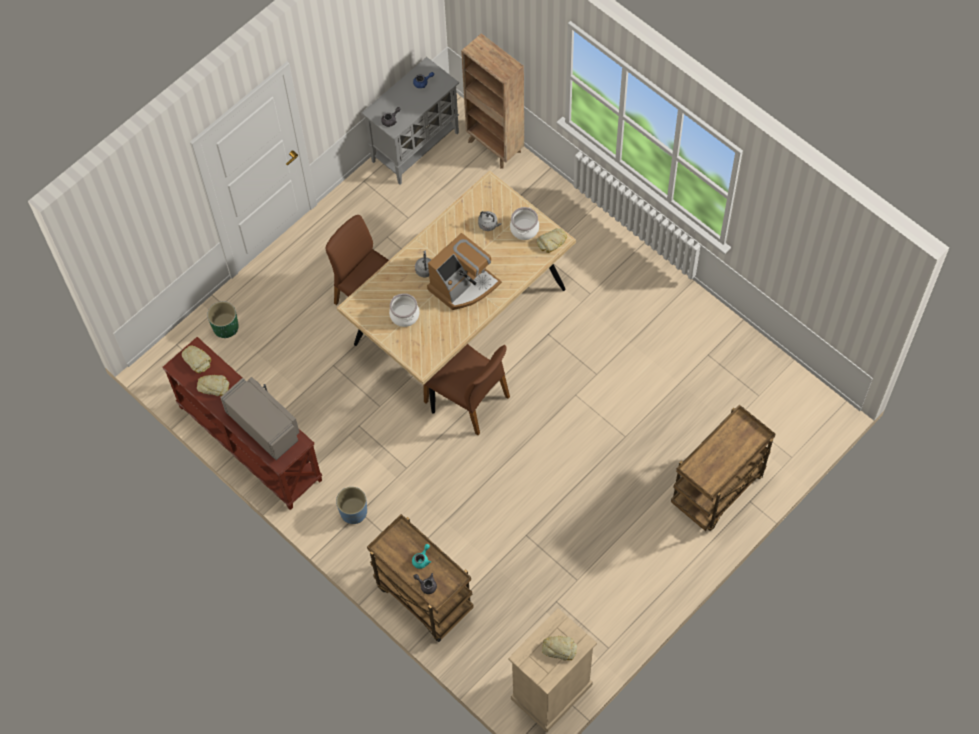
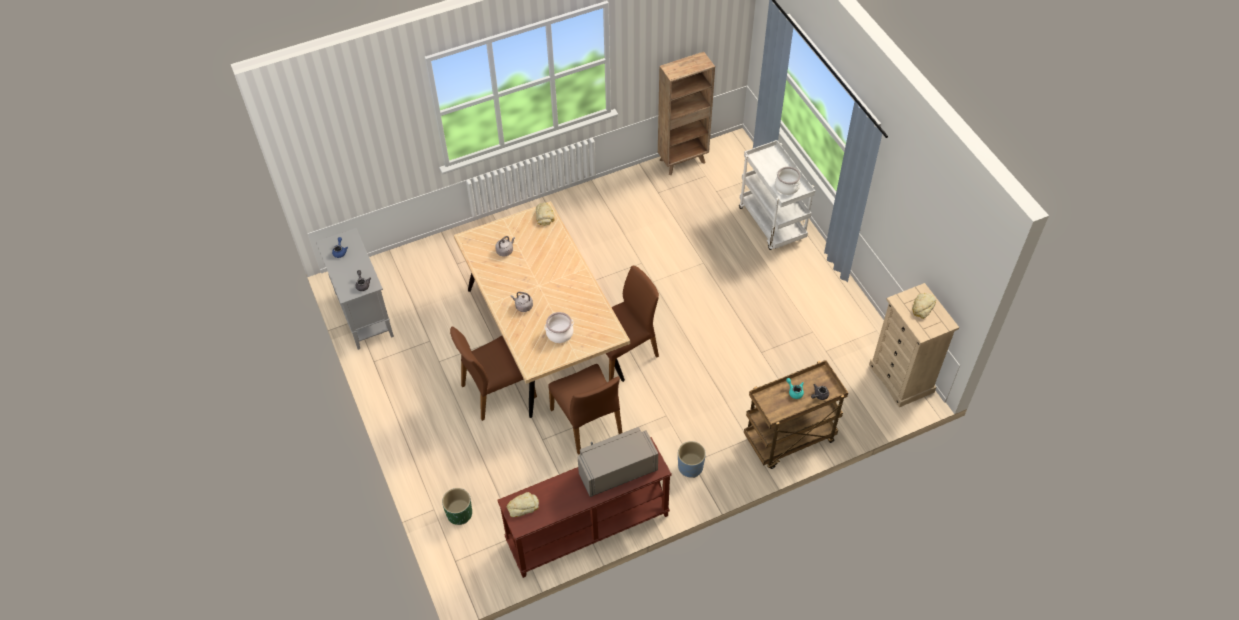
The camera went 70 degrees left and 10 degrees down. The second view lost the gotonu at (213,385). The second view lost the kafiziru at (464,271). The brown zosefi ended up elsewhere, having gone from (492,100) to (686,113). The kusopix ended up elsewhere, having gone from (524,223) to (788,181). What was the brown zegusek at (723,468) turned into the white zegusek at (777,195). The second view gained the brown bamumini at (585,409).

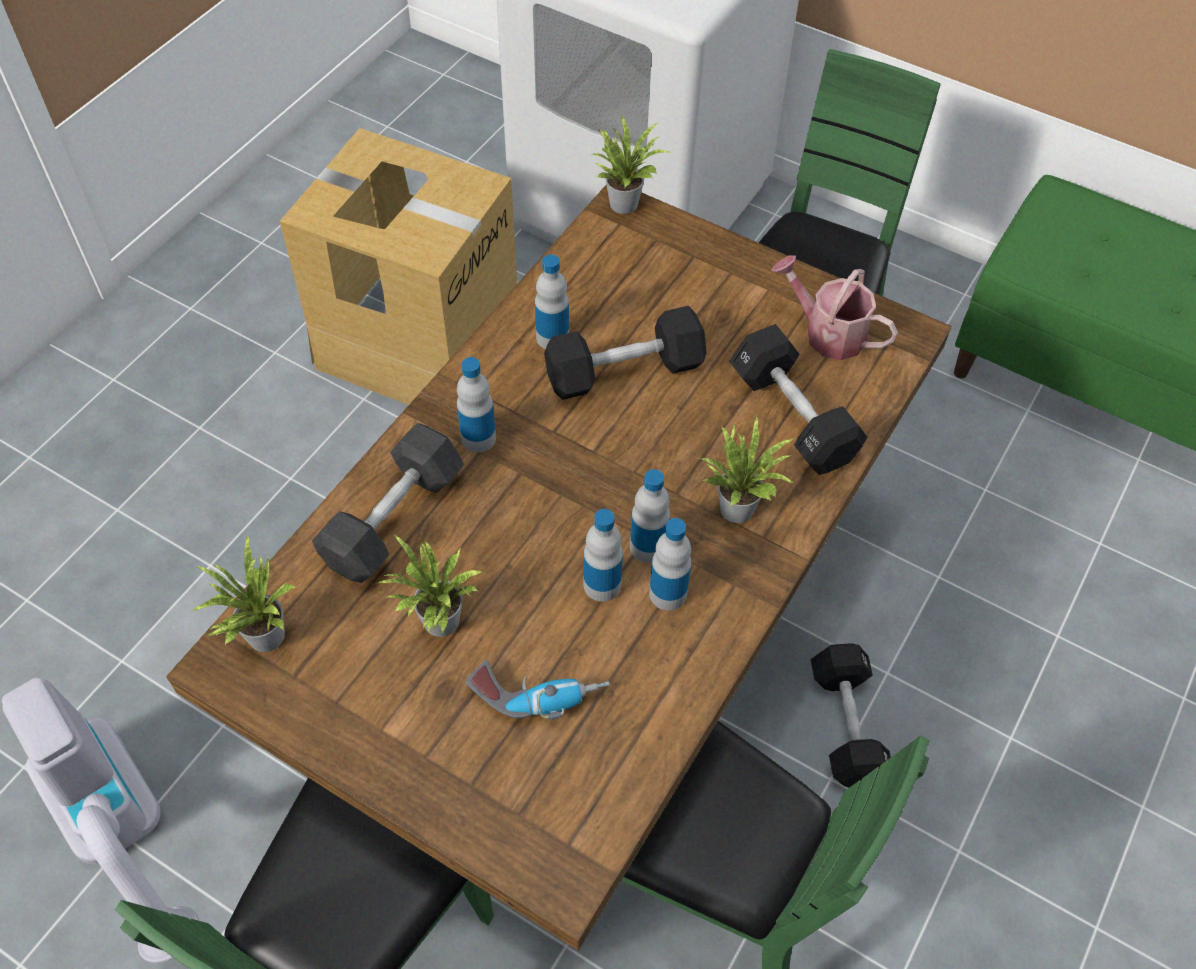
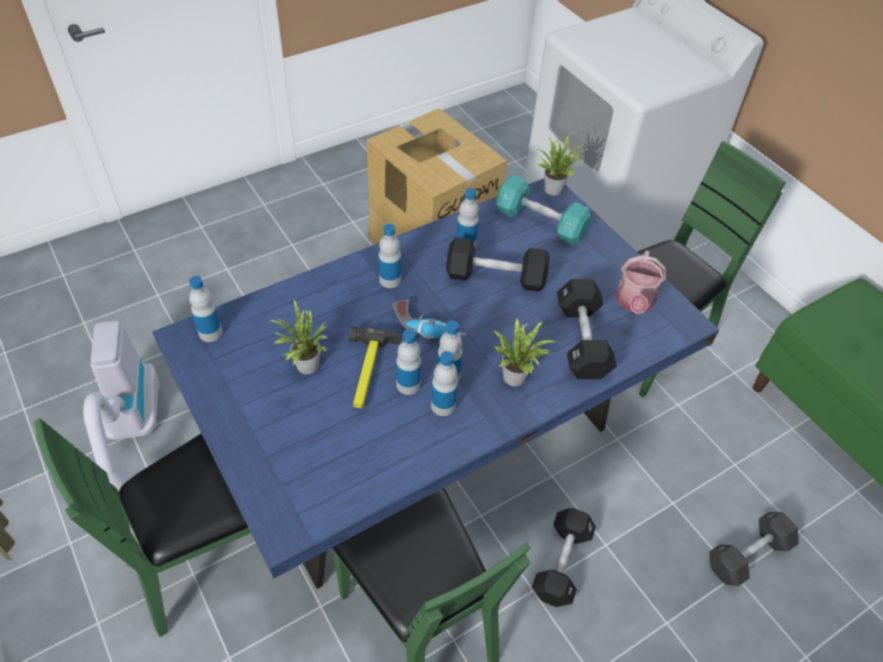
The camera went 25 degrees right and 5 degrees down. What was the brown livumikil at (559,568) turned into the blue livumikil at (436,383). Where the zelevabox stood at (244,593), the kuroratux came to stand at (206,309). The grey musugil ended up elsewhere, having gone from (388,503) to (754,549). The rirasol ended up elsewhere, having gone from (538,690) to (429,319). The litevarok at (835,307) ended up facing another way, 135 degrees counterclockwise from before. The second view gained the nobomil at (376,368). The second view gained the turquoise musugil at (543,210).

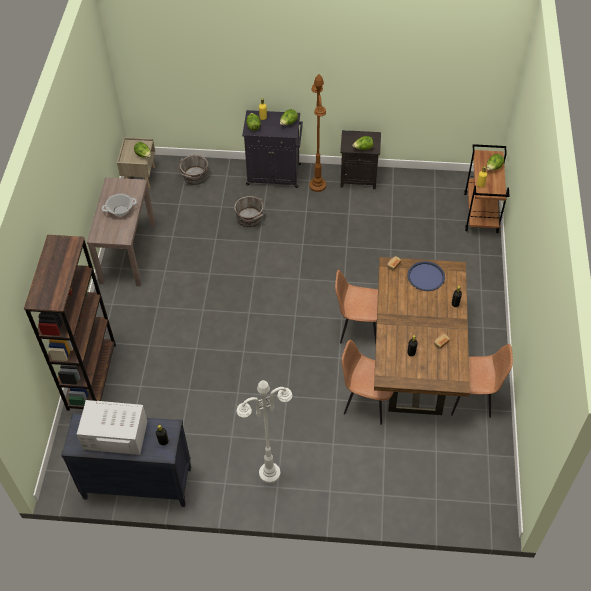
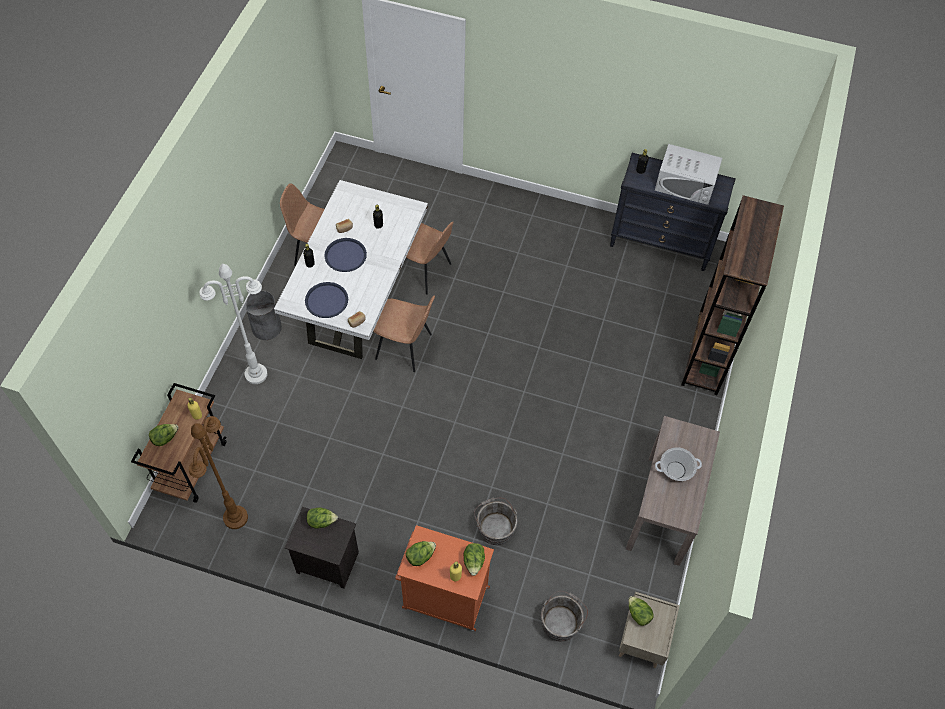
The camera went 170 degrees left and 5 degrees up. The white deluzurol ended up elsewhere, having gone from (264,431) to (233,324). What was the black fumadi at (272,149) turned into the orange fumadi at (444,578). The brown deluzurol ended up elsewhere, having gone from (317,133) to (218,472). What was the brown livumikil at (422,336) turned into the white livumikil at (351,269). The second view gained the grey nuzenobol at (263,315). The second view gained the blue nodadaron at (346,255).

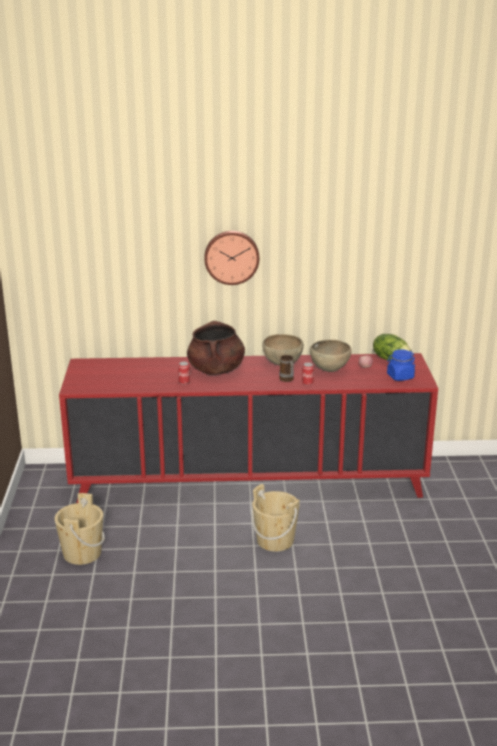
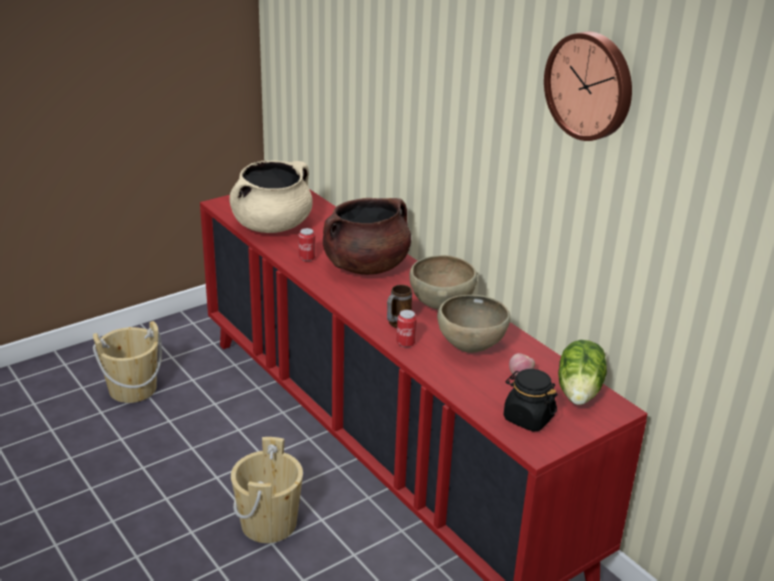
The camera went 55 degrees right and 5 degrees up. The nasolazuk ended up elsewhere, having gone from (231,258) to (588,86). What was the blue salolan at (401,365) turned into the black salolan at (531,400). The second view gained the beige kusopix at (271,197).

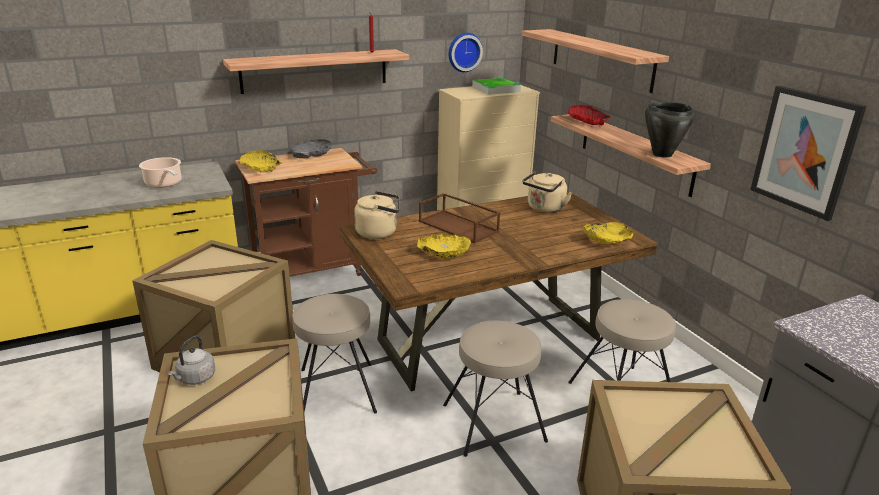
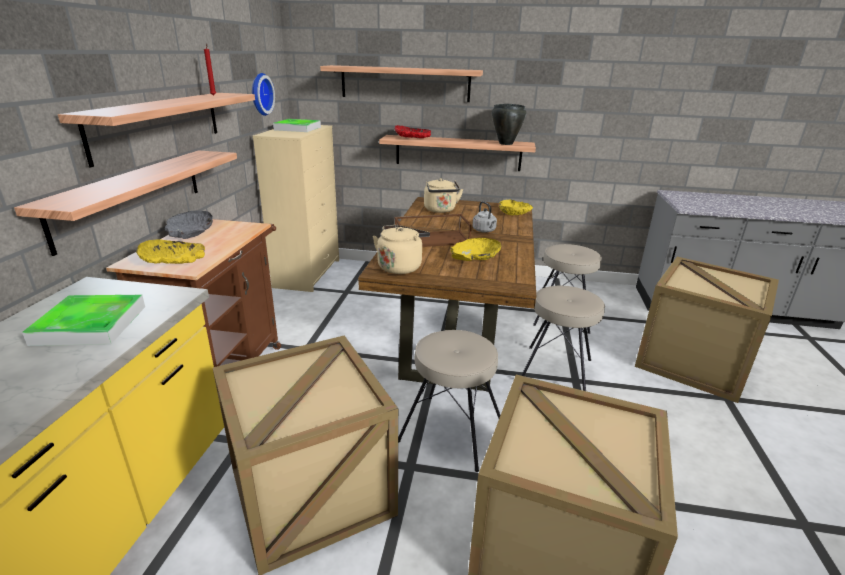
The camera went 55 degrees left and 0 degrees up. Where the kusopix stood at (160,172), the nodadaron came to stand at (83,320). The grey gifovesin ended up elsewhere, having gone from (191,360) to (485,216). The second view lost the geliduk at (808,153). The second view gained the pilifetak at (125,203).

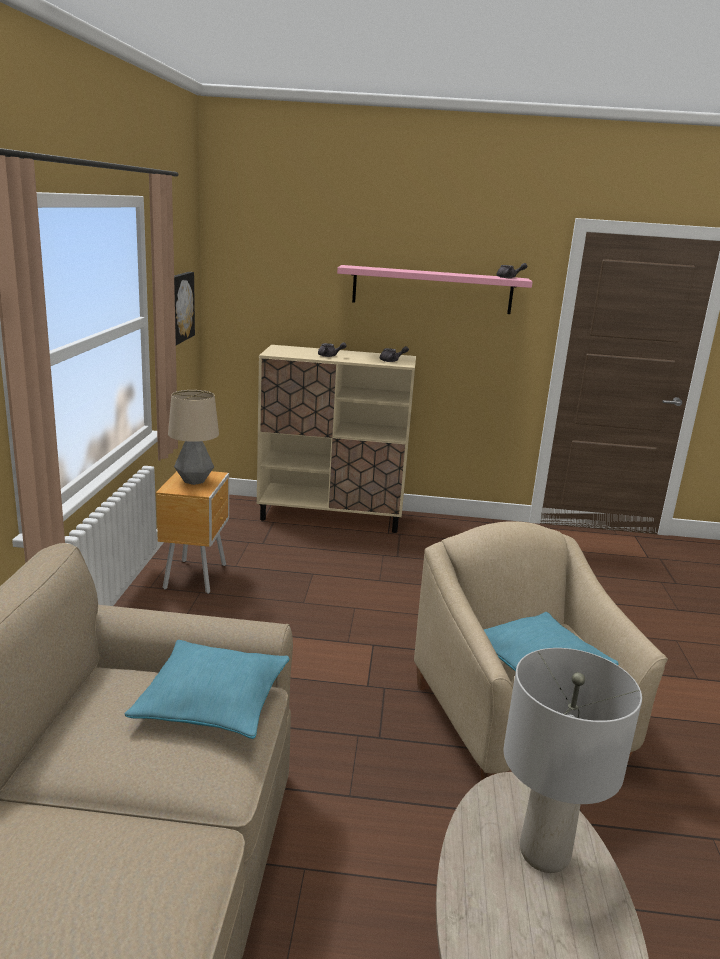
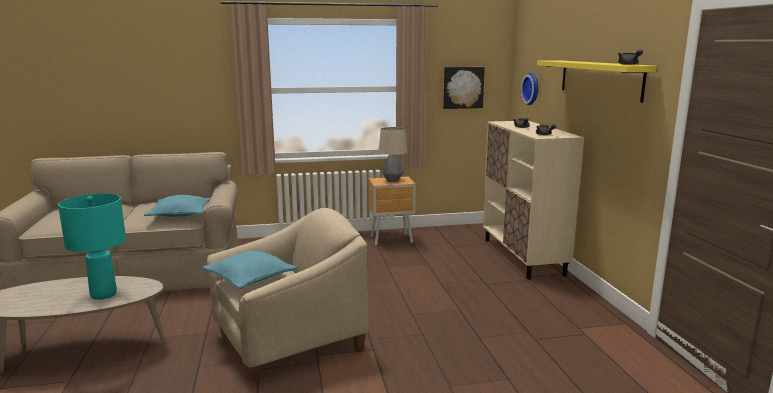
The camera went 75 degrees right and 5 degrees down. What was the pink pilifetak at (434,289) turned into the yellow pilifetak at (596,81). What was the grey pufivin at (572,760) turned into the turquoise pufivin at (92,247). The second view gained the nasolazuk at (529,89).

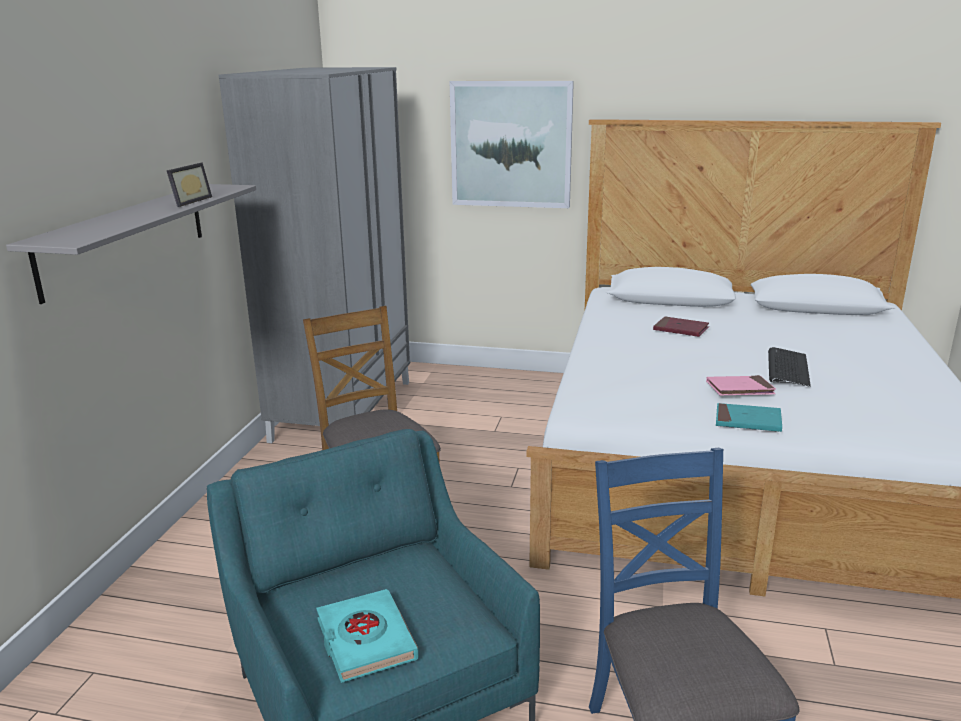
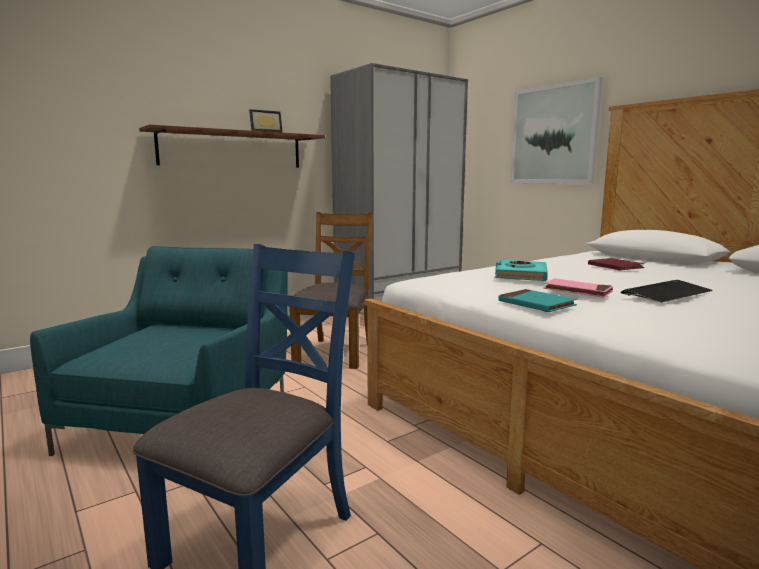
The camera went 40 degrees right and 10 degrees down. What was the grey pilifetak at (131,244) turned into the brown pilifetak at (232,146). The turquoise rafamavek ended up elsewhere, having gone from (367,636) to (521,270).

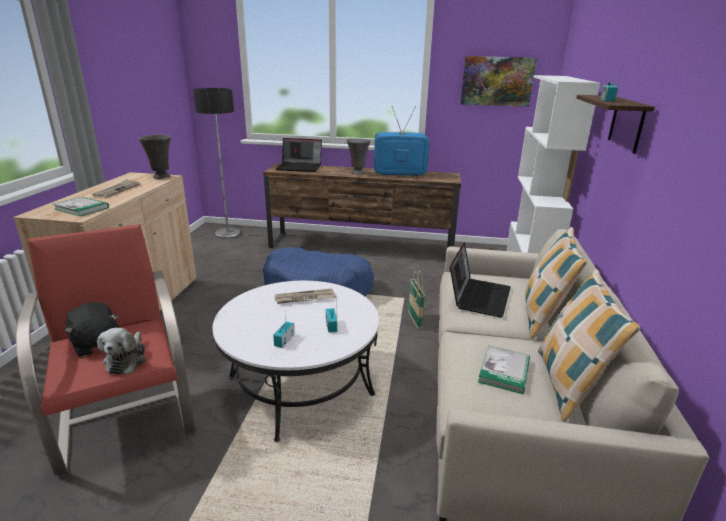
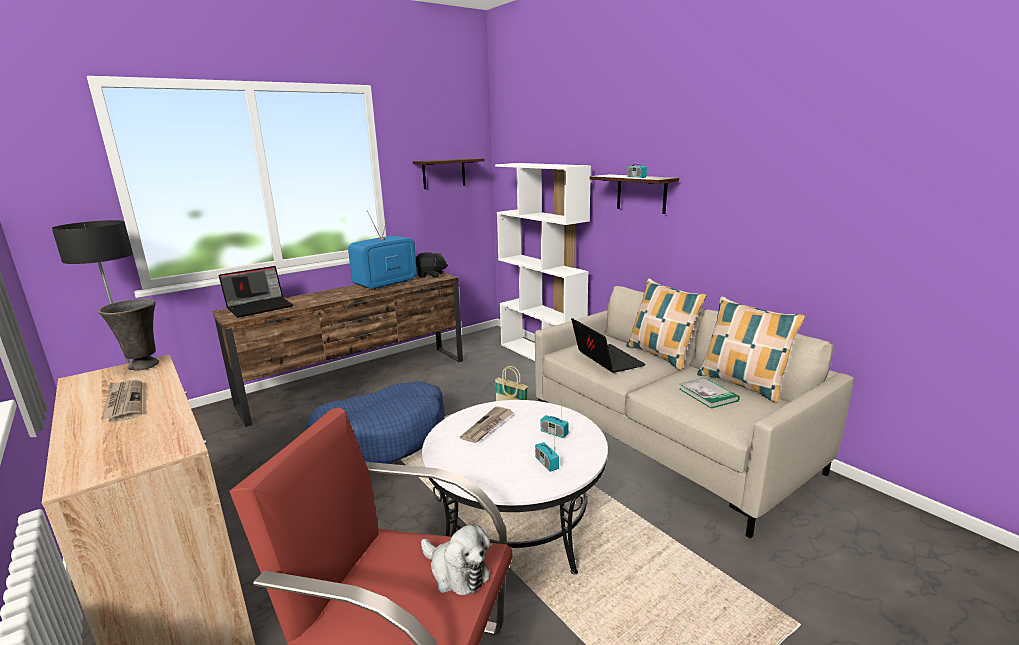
The camera went 45 degrees left and 5 degrees down. The second view lost the rafamavek at (81,206). The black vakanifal ended up elsewhere, having gone from (91,330) to (432,265). The second view lost the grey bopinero at (358,156). Where the geliduk hung at (499,81), the pilifetak came to hang at (449,173).

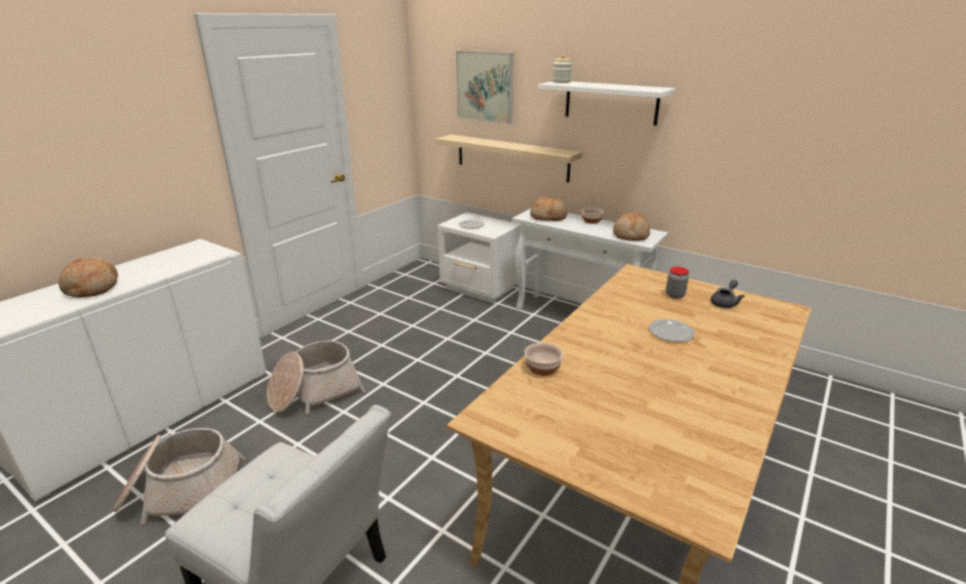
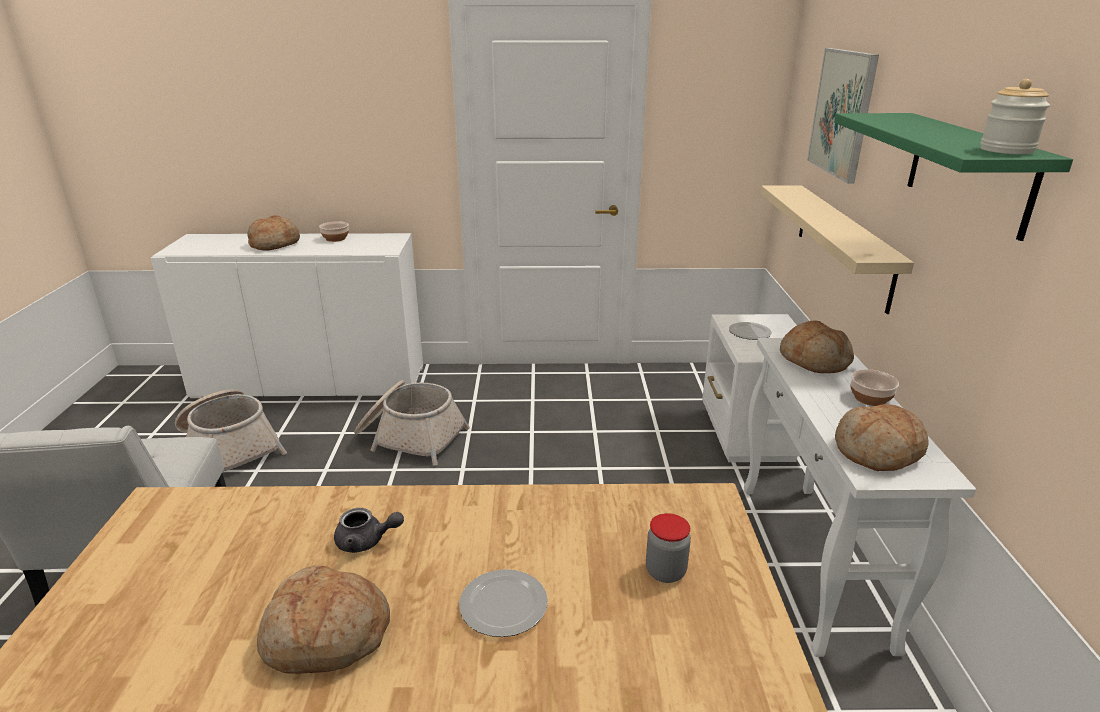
The camera went 55 degrees right and 0 degrees up. The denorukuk ended up elsewhere, having gone from (543,359) to (334,231). What was the white pilifetak at (607,103) turned into the green pilifetak at (953,177). The salolan ended up elsewhere, having gone from (562,69) to (1015,116). The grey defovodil ended up elsewhere, having gone from (728,294) to (369,530). The second view gained the gotonu at (323,619).

